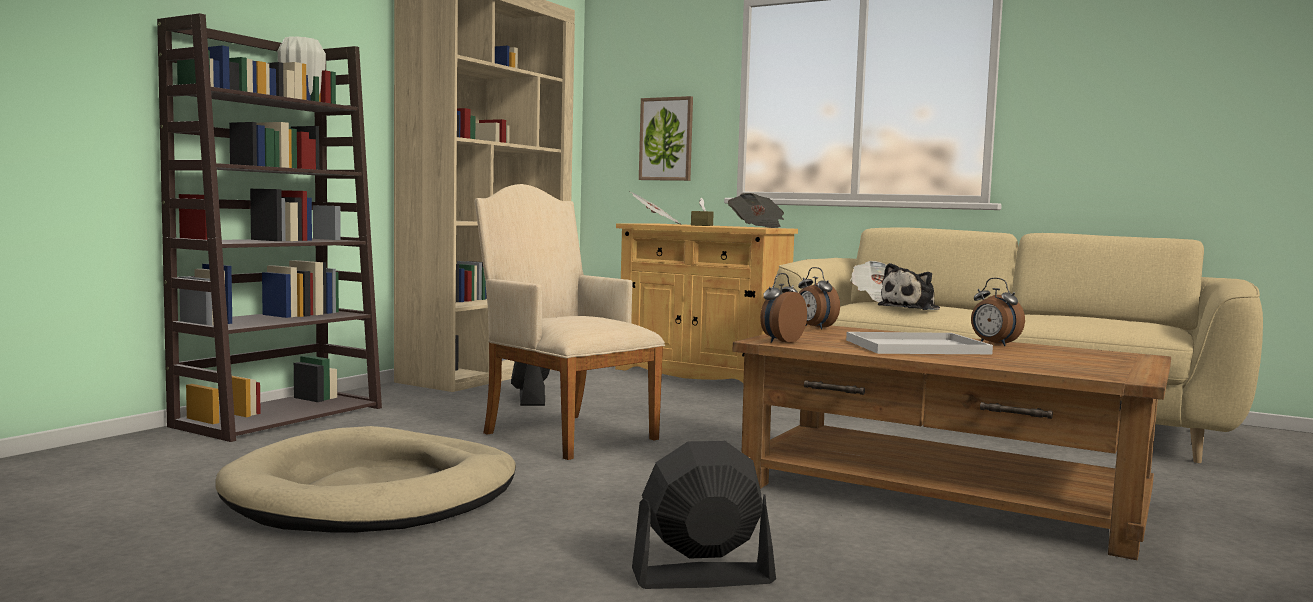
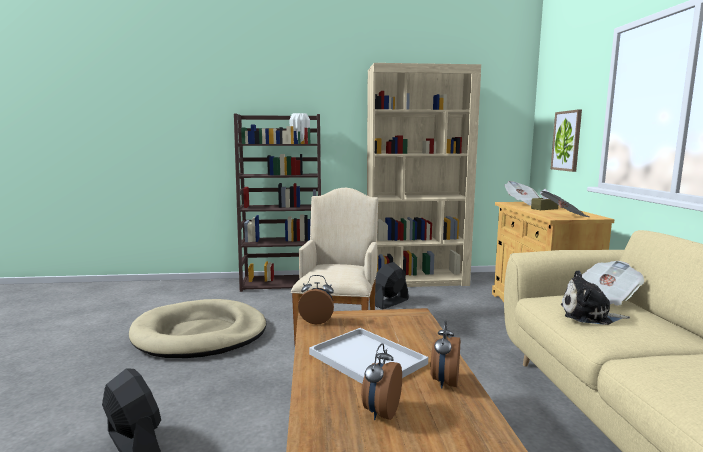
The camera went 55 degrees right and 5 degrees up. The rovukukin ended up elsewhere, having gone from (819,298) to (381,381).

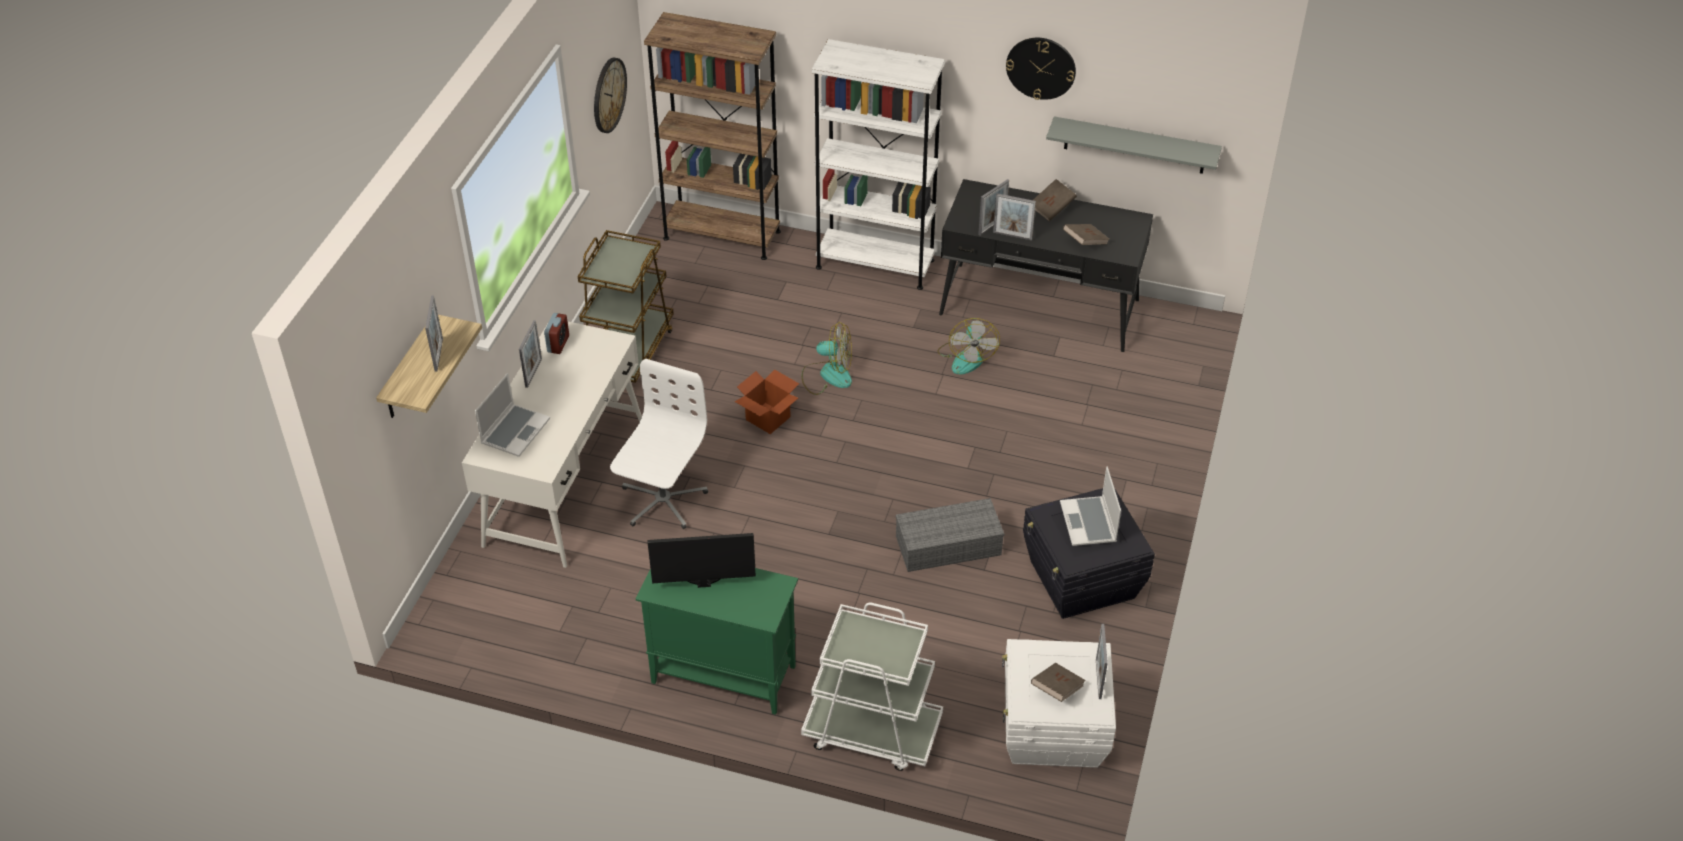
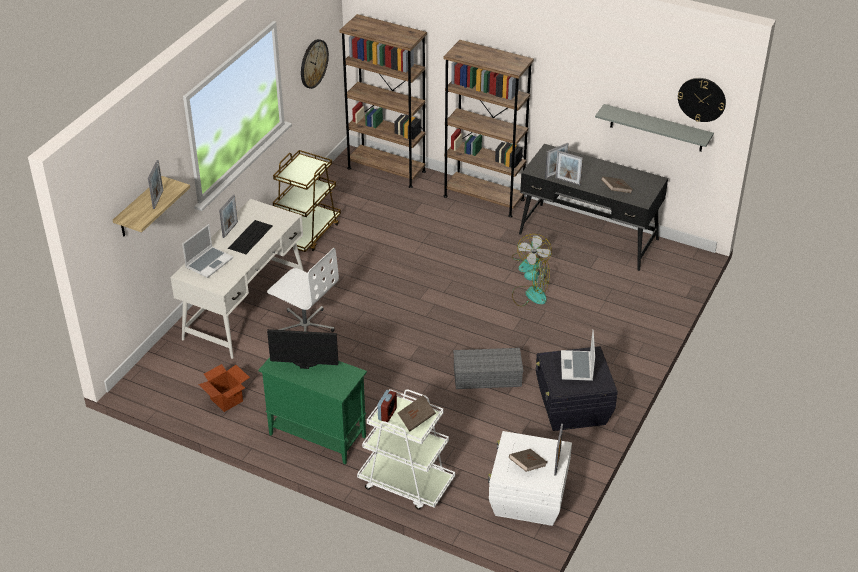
The camera went 10 degrees right and 5 degrees down. The rovukukin ended up elsewhere, having gone from (556,333) to (387,406). The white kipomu at (659,444) ended up facing another way, 90 degrees clockwise from before. The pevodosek ended up elsewhere, having gone from (767,401) to (224,388). The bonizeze ended up elsewhere, having gone from (827,358) to (531,282). What was the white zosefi at (878,164) turned into the brown zosefi at (489,128). The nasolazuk ended up elsewhere, having gone from (1041,69) to (702,100). The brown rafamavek ended up elsewhere, having gone from (1055,200) to (416,413). The second view gained the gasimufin at (250,237).

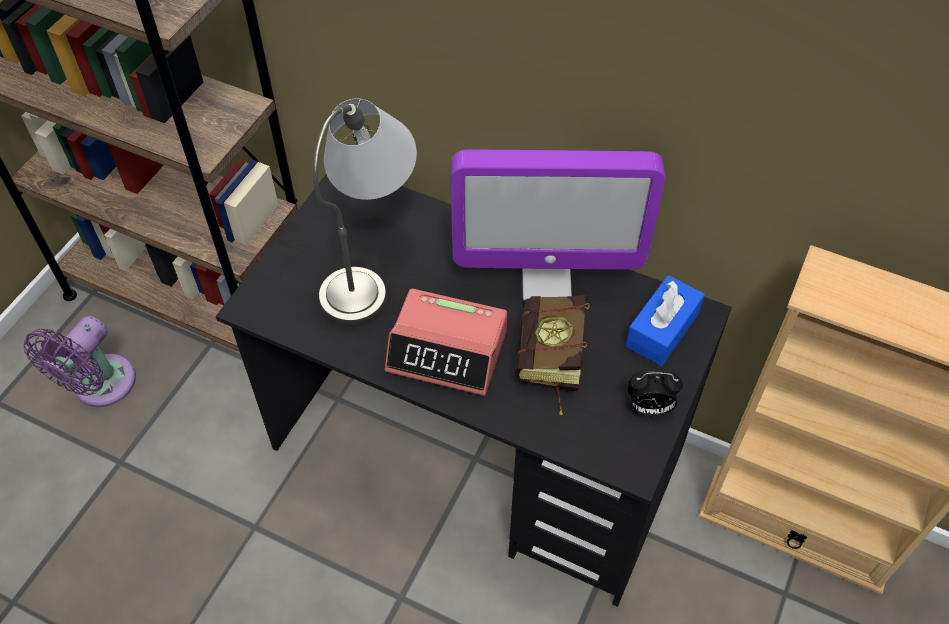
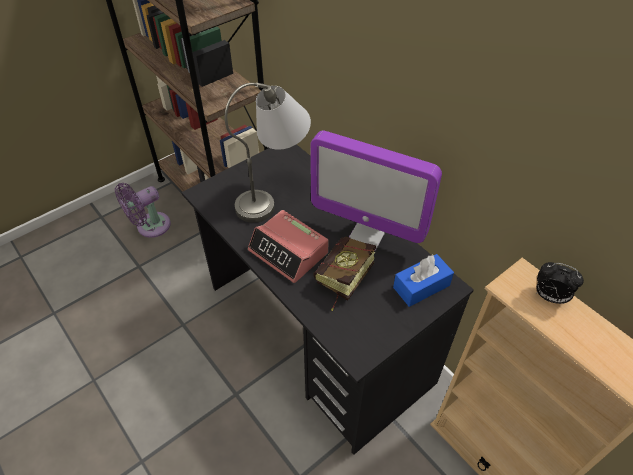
The camera went 25 degrees right and 5 degrees down. The rovukukin ended up elsewhere, having gone from (655,393) to (560,283).

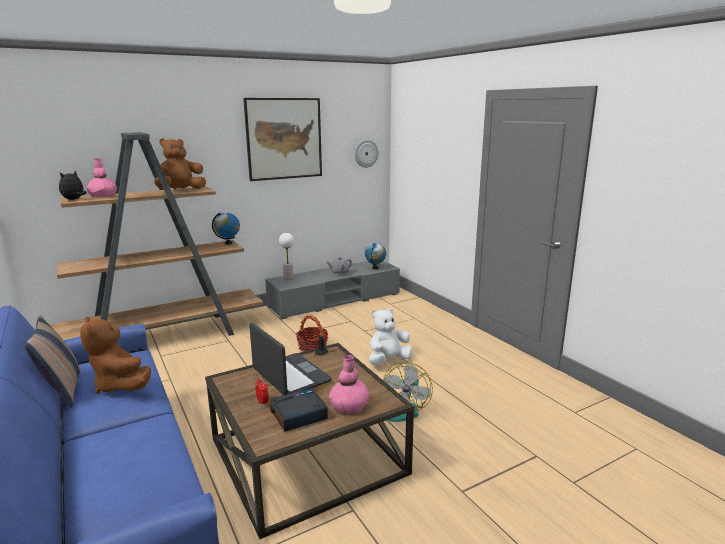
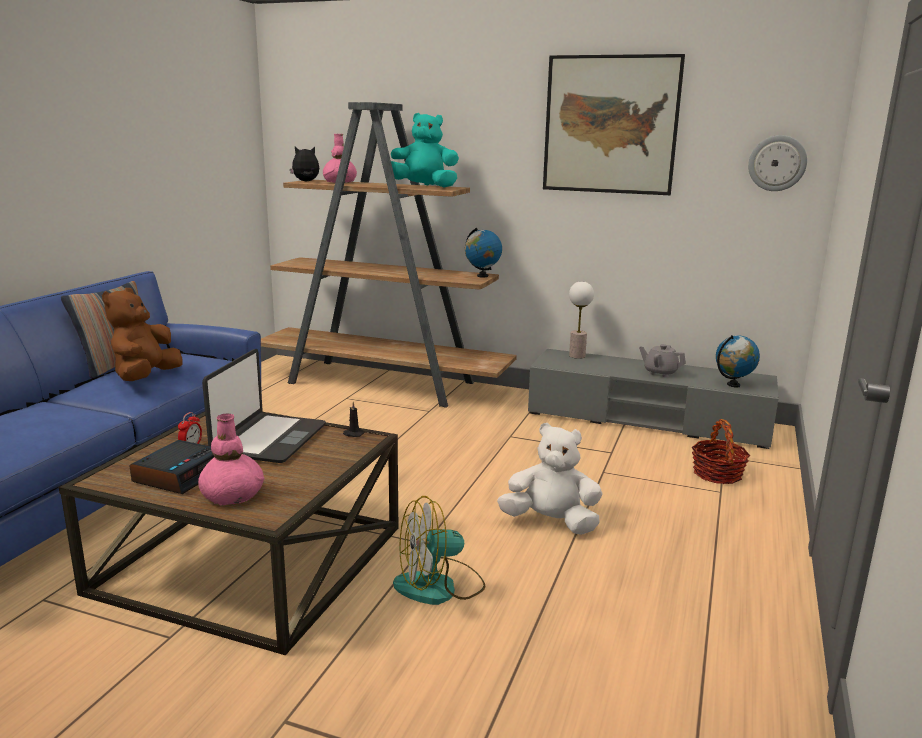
The camera went 50 degrees right and 0 degrees up. What was the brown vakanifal at (180,163) turned into the turquoise vakanifal at (425,150). The rovukukin at (299,410) ended up facing another way, 90 degrees clockwise from before. The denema ended up elsewhere, having gone from (312,333) to (721,451).

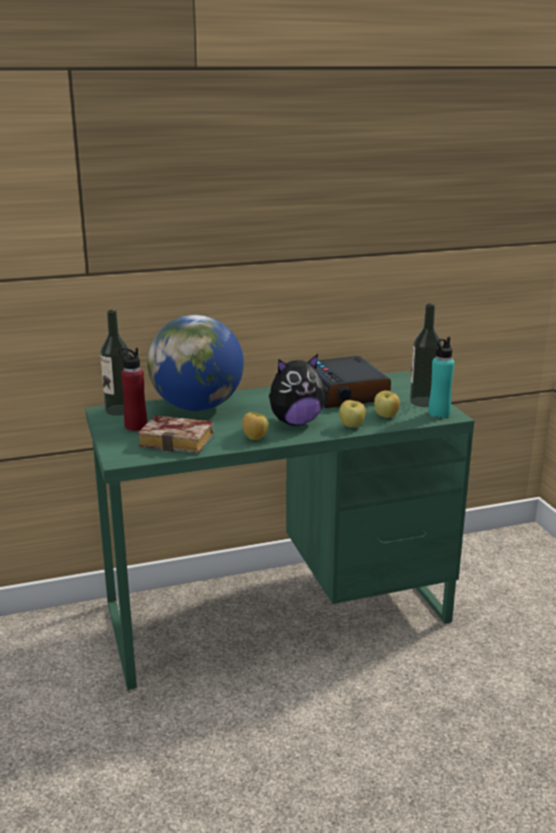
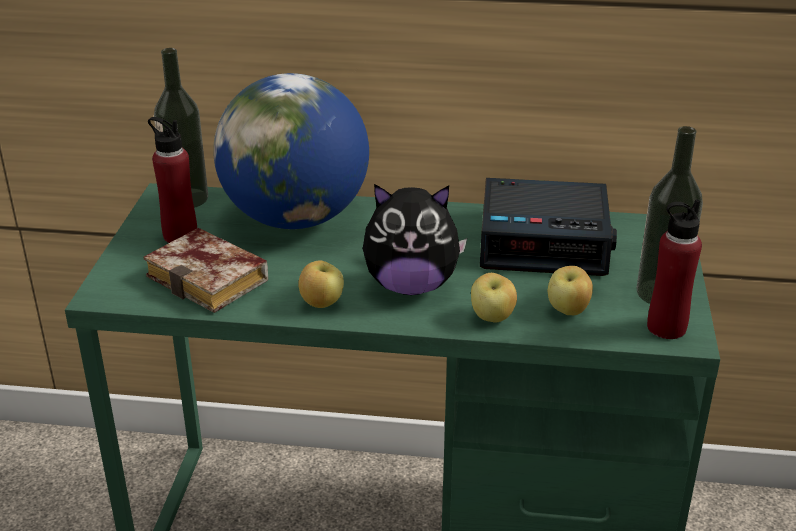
The camera went 25 degrees right and 10 degrees up. The rovukukin at (353,382) ended up facing another way, 90 degrees counterclockwise from before. What was the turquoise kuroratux at (442,377) turned into the red kuroratux at (674,269).

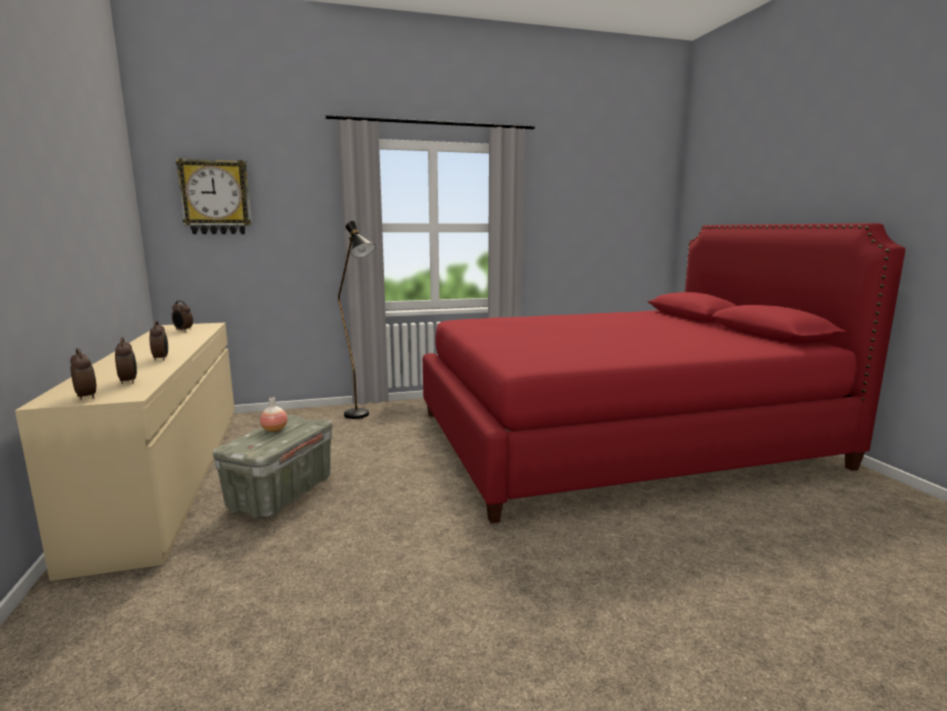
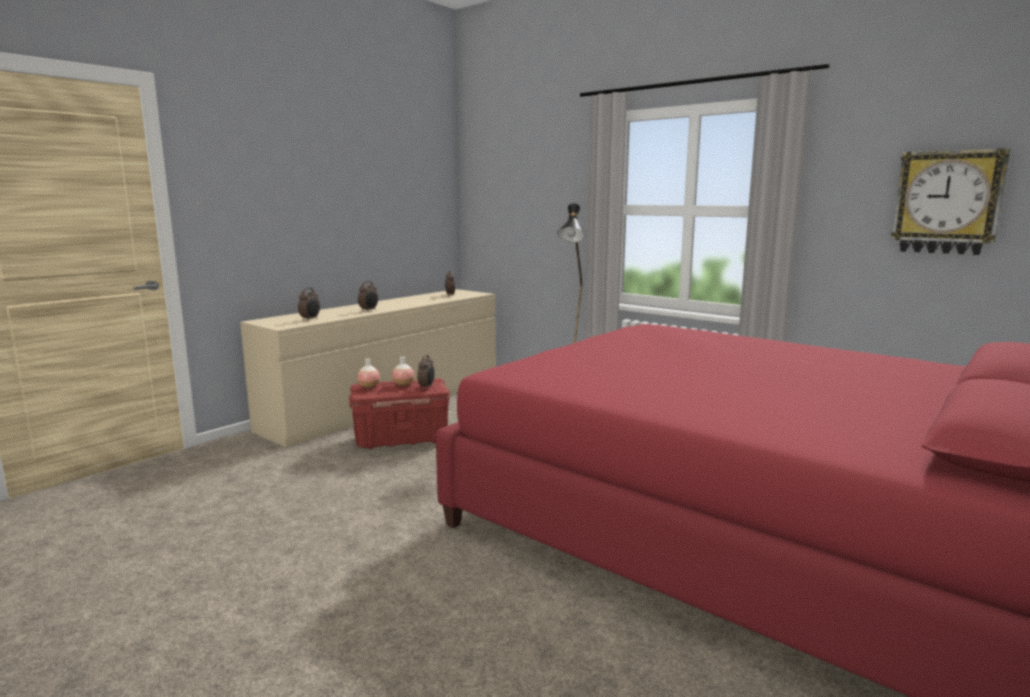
The camera went 55 degrees right and 0 degrees up. The rovukukin ended up elsewhere, having gone from (83,374) to (425,372). The nasolazuk ended up elsewhere, having gone from (214,196) to (950,201). What was the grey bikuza at (272,466) turned into the red bikuza at (399,413). The second view gained the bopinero at (368,373).

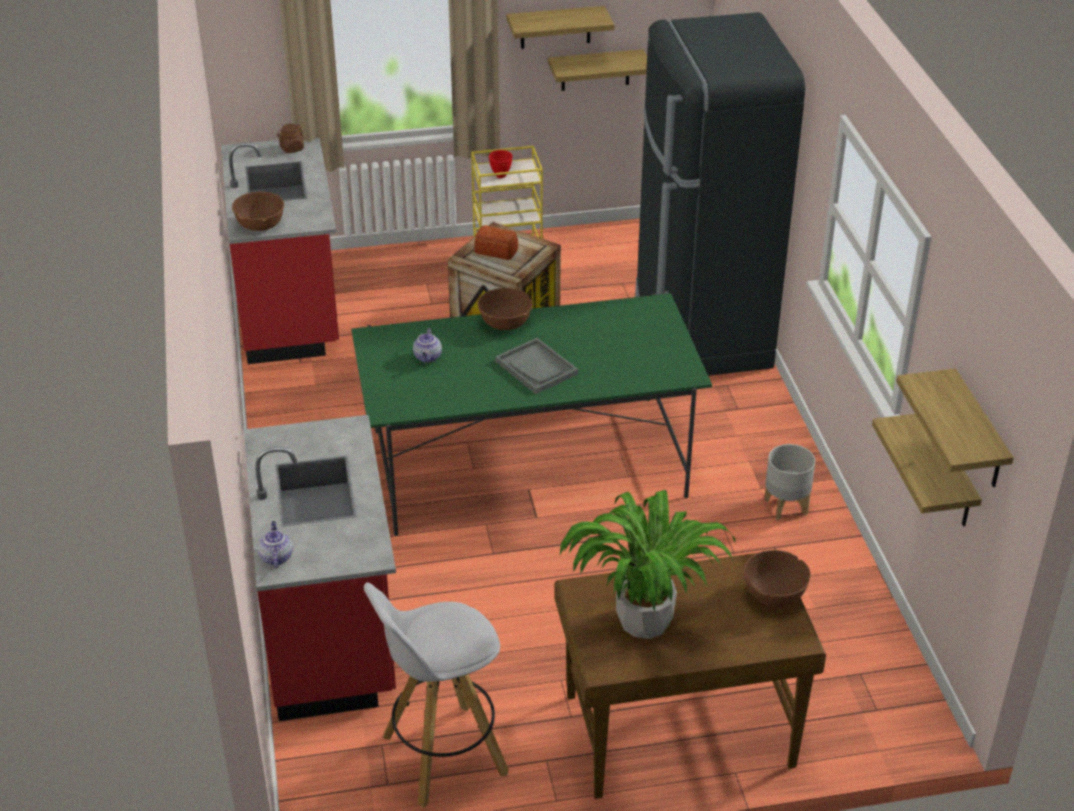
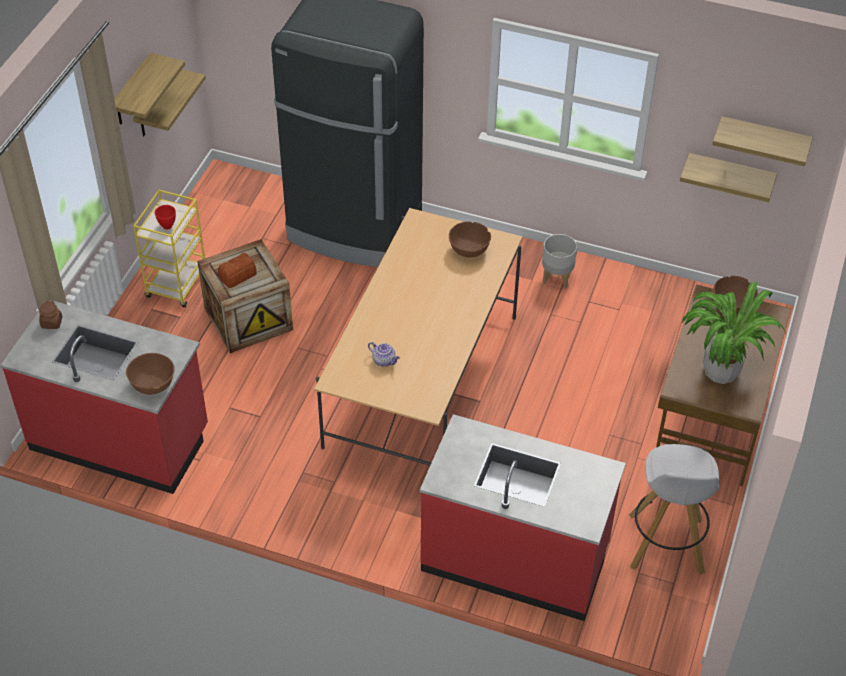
The camera went 60 degrees left and 10 degrees up. The second view lost the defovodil at (275,544). What was the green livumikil at (531,414) turned into the beige livumikil at (418,337). The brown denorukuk ended up elsewhere, having gone from (505,309) to (470,239). The second view lost the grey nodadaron at (536,366).

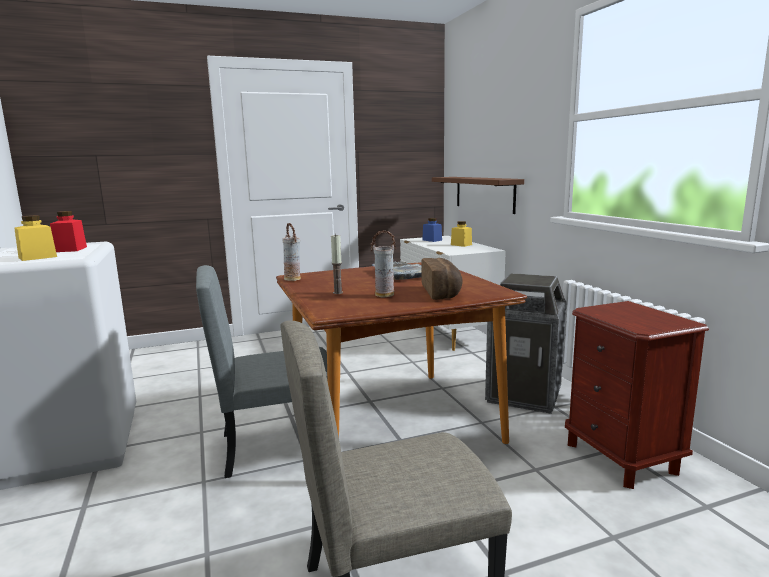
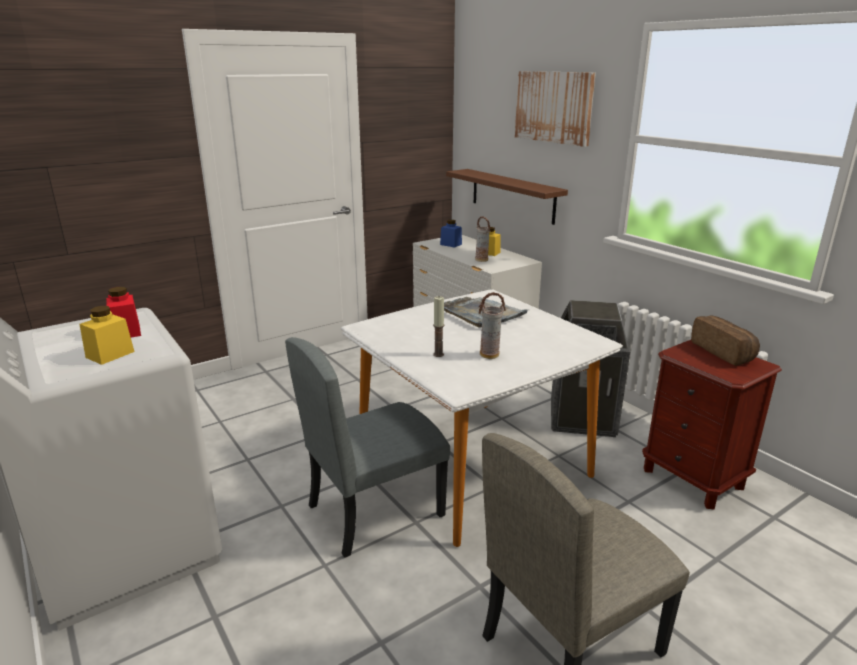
The camera went 15 degrees left and 10 degrees up. What was the brown livumikil at (401,353) turned into the white livumikil at (482,418). The bopinero ended up elsewhere, having gone from (292,252) to (483,239). The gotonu ended up elsewhere, having gone from (442,279) to (725,340). The second view gained the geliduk at (555,109).

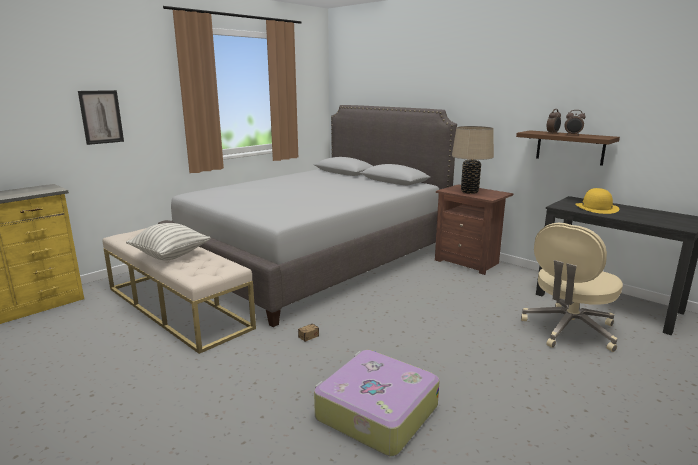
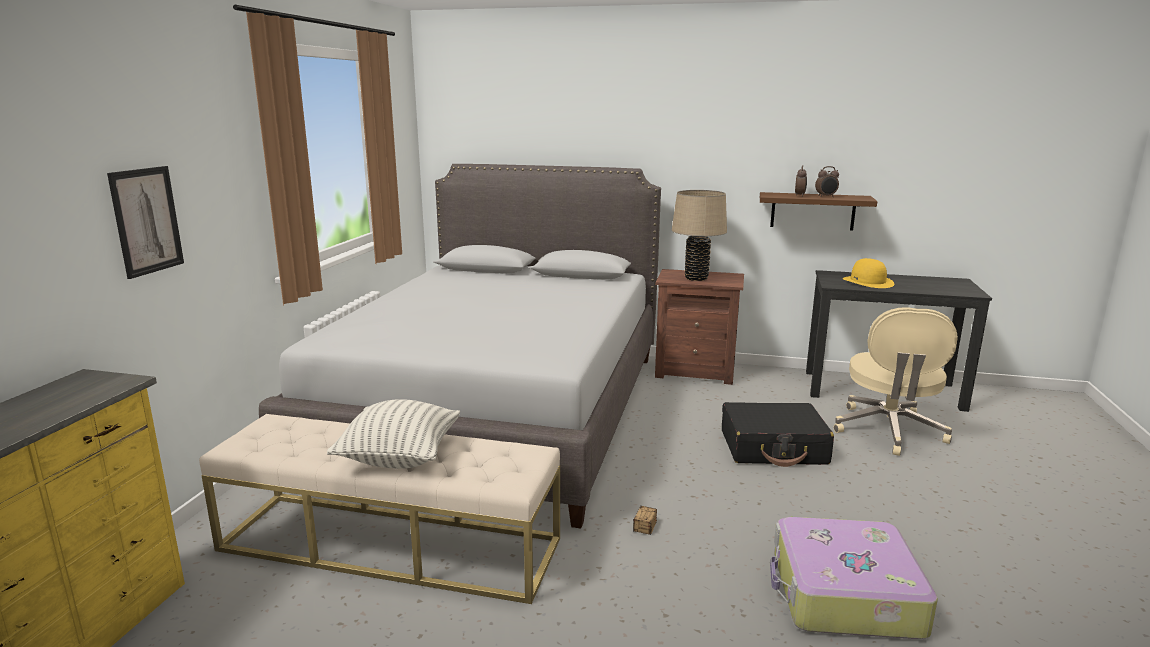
The camera went 30 degrees left and 0 degrees up. The second view gained the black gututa at (778,434).

